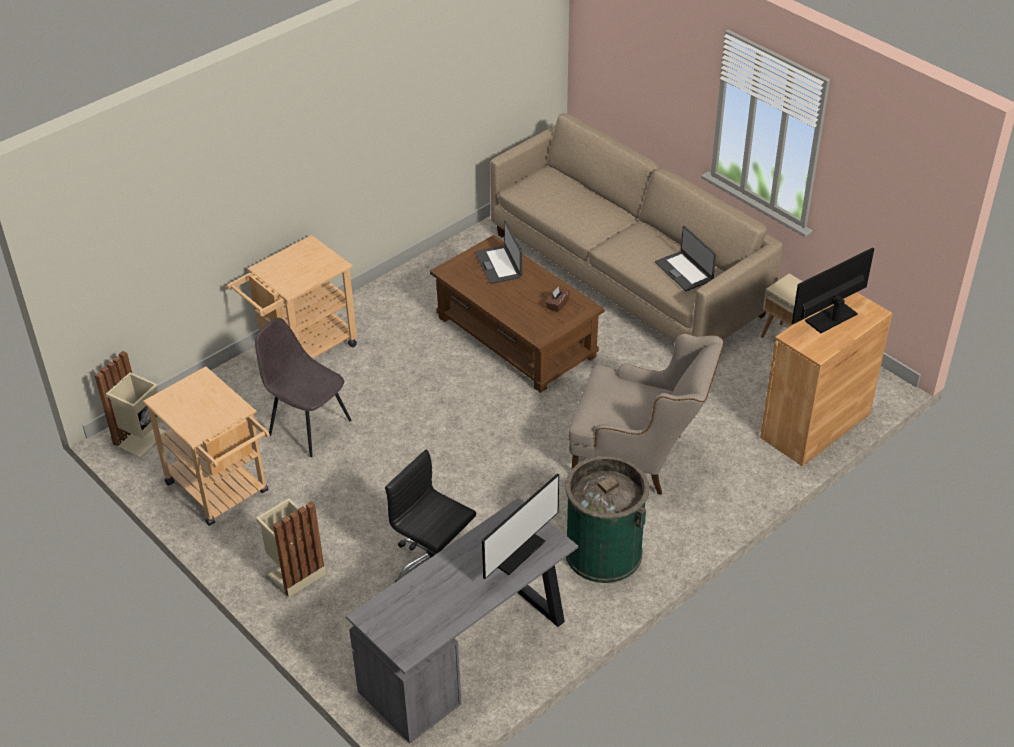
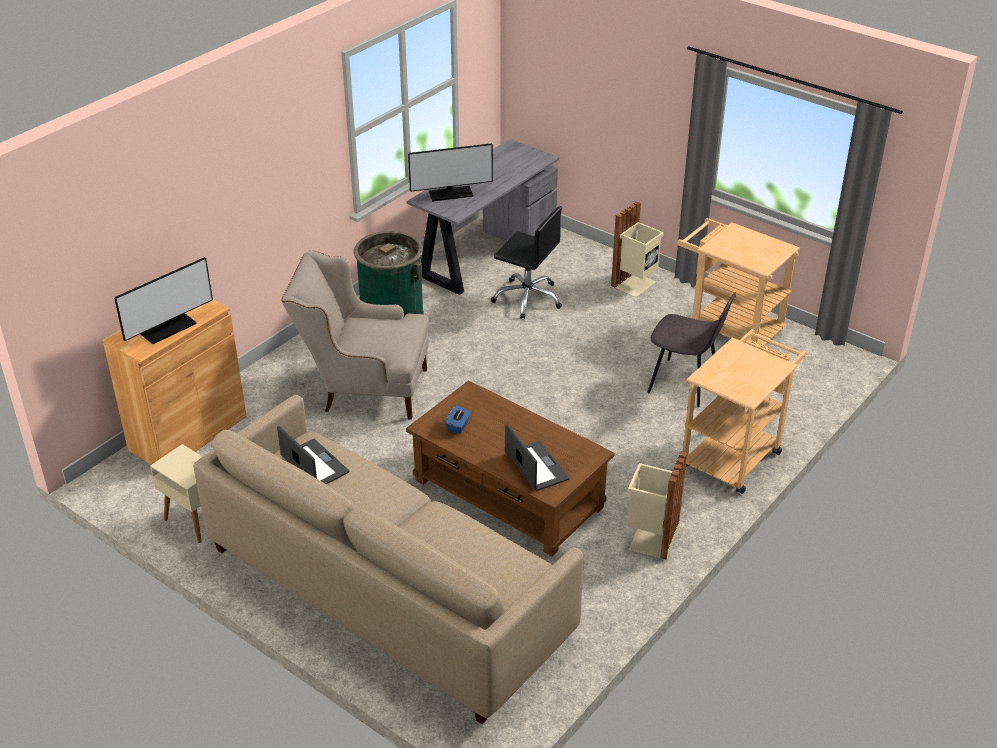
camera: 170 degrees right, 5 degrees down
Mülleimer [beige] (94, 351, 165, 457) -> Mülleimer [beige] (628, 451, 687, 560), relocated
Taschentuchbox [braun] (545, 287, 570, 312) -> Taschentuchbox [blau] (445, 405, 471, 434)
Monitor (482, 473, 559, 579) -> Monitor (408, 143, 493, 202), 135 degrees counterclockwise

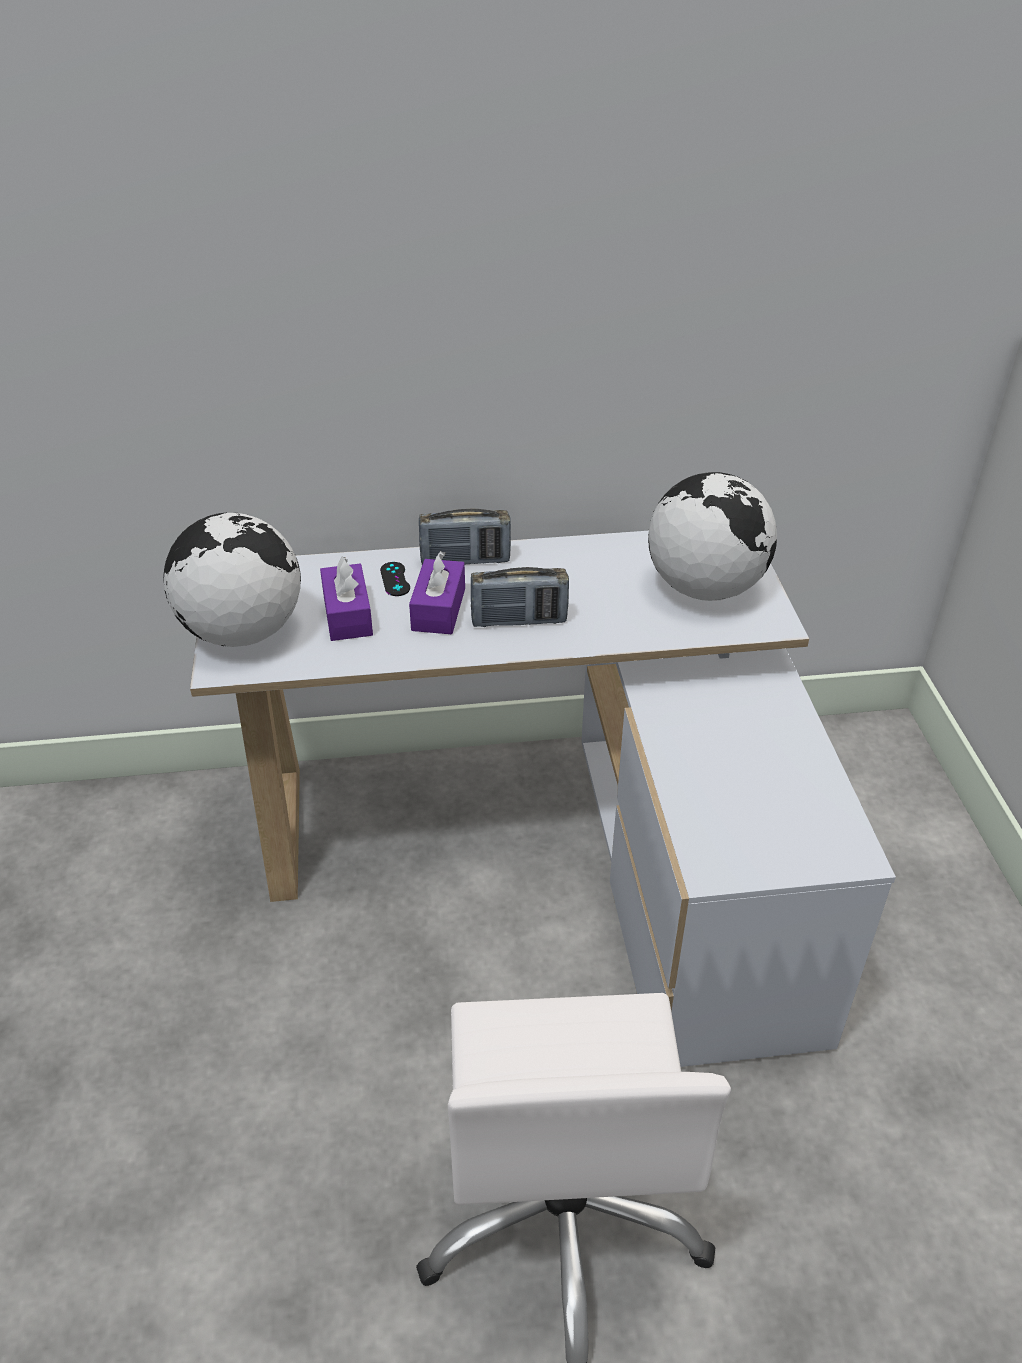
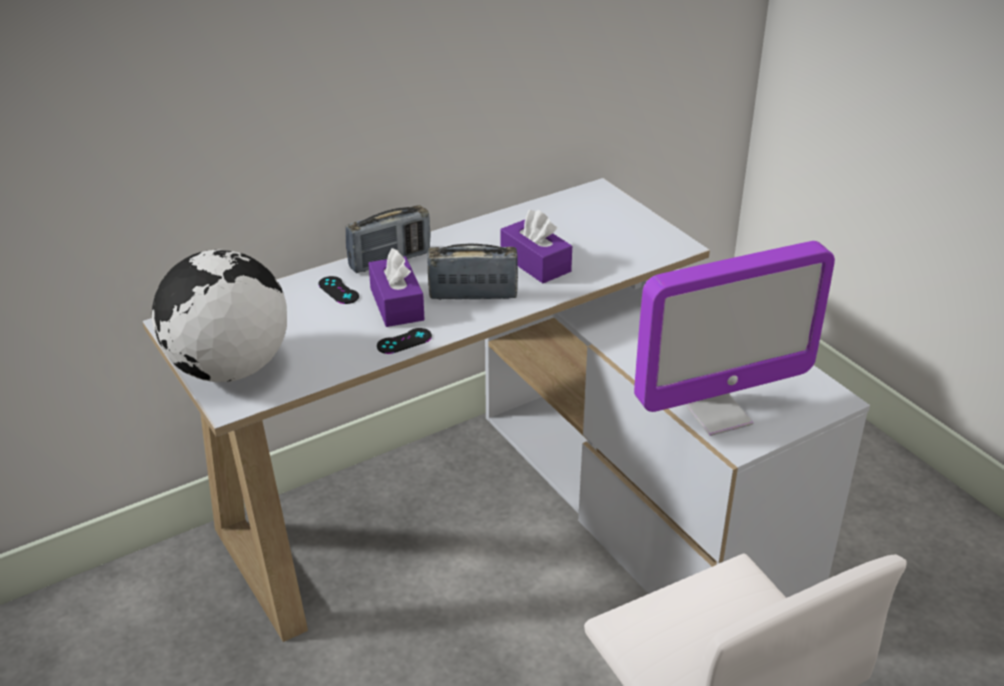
camera: 25 degrees left, 5 degrees down
Globus (648, 472, 777, 601) -> none
none -> Gamepad [schwarz] (377, 328, 432, 354)
none -> Monitor (634, 241, 835, 436)
Taschentuchbox [lila] (320, 557, 373, 641) -> Taschentuchbox [lila] (500, 210, 572, 283), relocated
Radio (471, 567, 569, 627) -> Radio (427, 243, 518, 300), 150 degrees counterclockwise

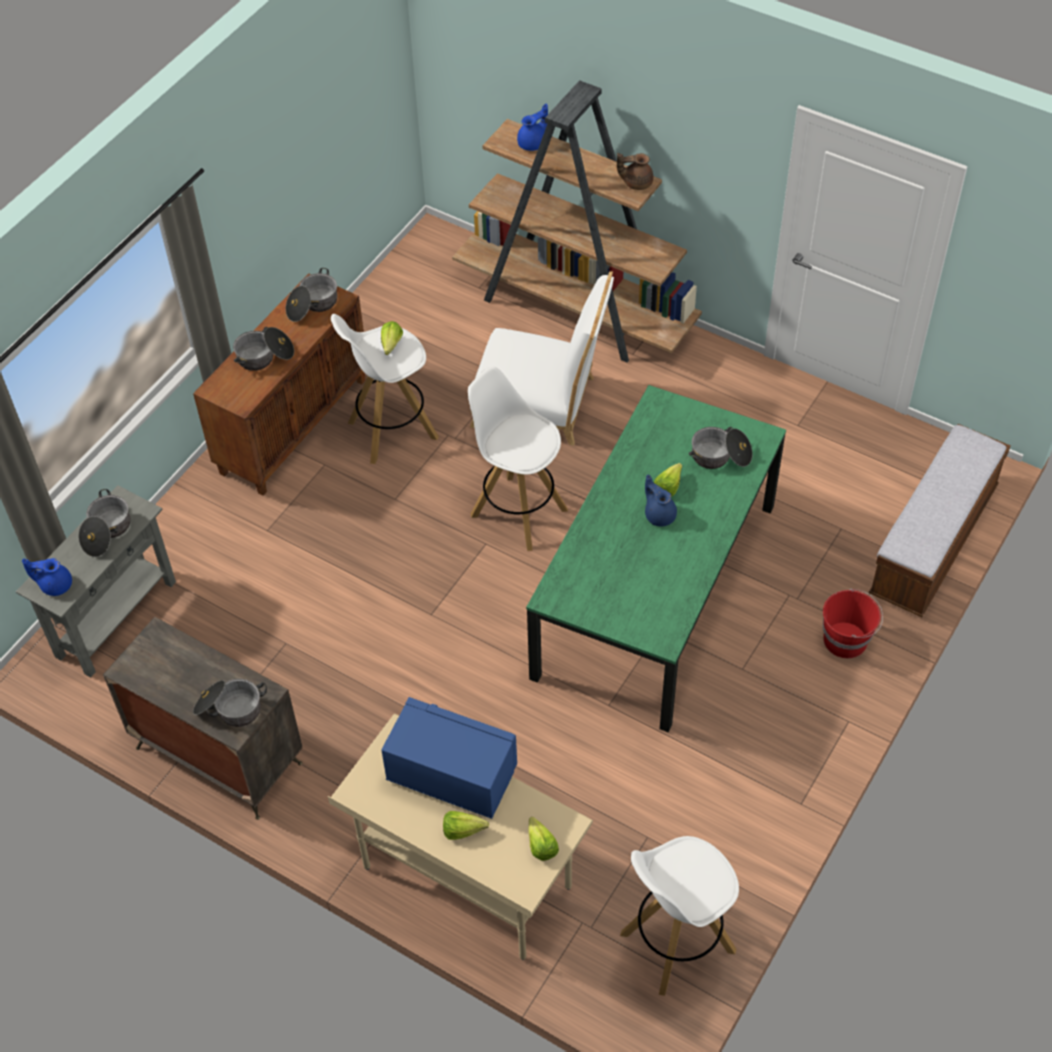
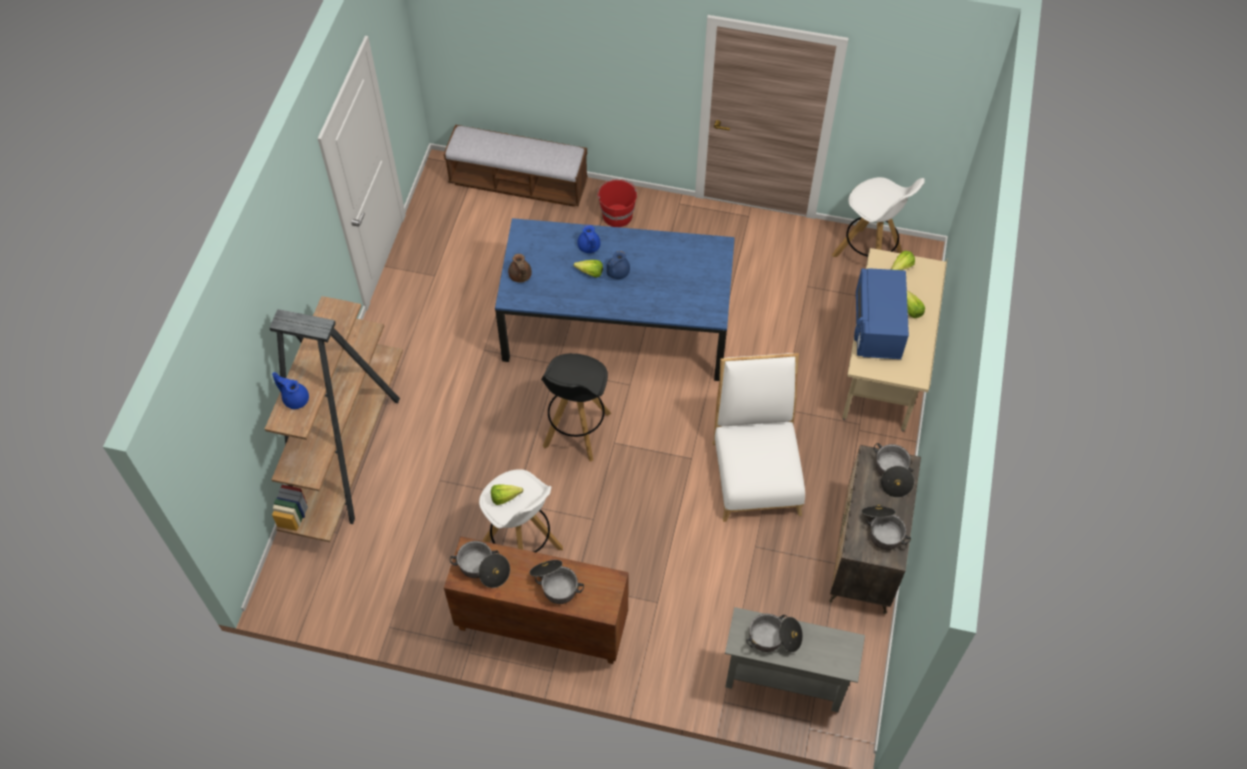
camera: 110 degrees left, 5 degrees up
Teekanne [blau] (22, 558, 72, 596) -> Teekanne [blau] (577, 225, 600, 253), relocated
Stuhl [weiß] (470, 271, 614, 446) -> Stuhl [weiß] (712, 353, 805, 522), relocated
Teekanne [braun] (617, 153, 653, 190) -> Teekanne [braun] (508, 254, 532, 283), relocated
Kochtopf (689, 427, 752, 469) -> Kochtopf (862, 505, 911, 550), relocated
Hocker [weiß] (468, 367, 568, 551) -> Hocker [schwarz] (541, 353, 611, 462)
Esstisch [grün] (526, 385, 786, 733) -> Esstisch [blau] (495, 218, 735, 381)

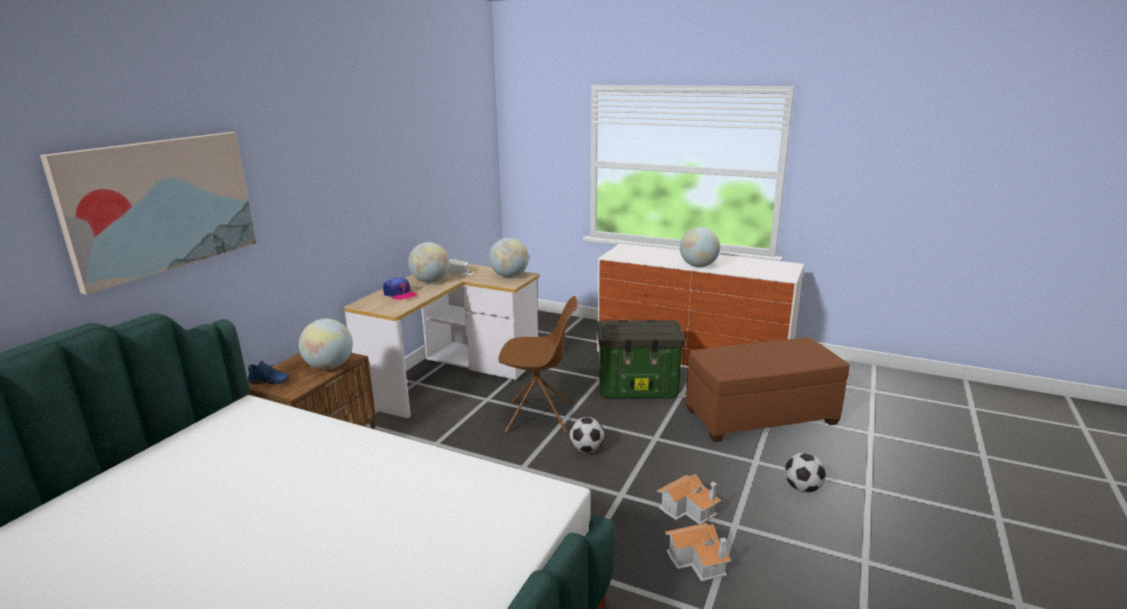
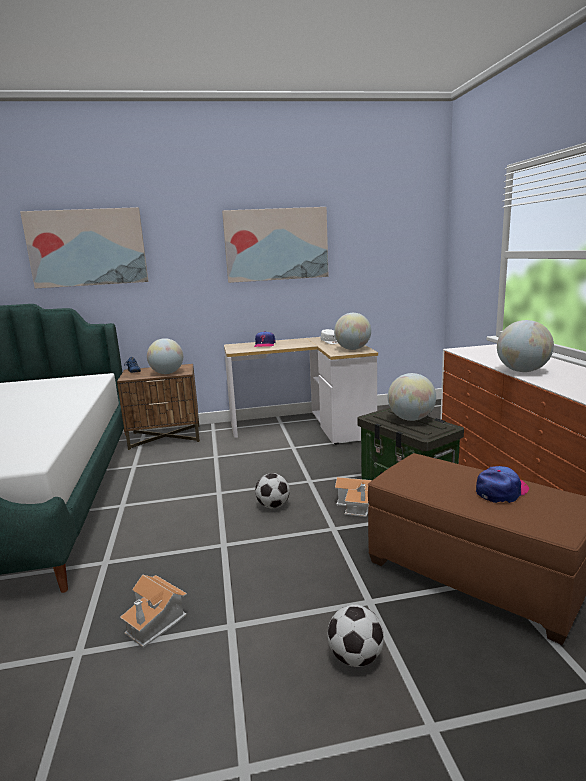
camera: 55 degrees right, 5 degrees down
Stuhl [braun] (499, 296, 578, 433) -> none
none -> Bild (222, 207, 329, 283)
none -> Kappe (476, 466, 529, 503)
Globus (408, 242, 449, 283) -> Globus (388, 373, 436, 421), relocated
Spielzeughaus (657, 474, 721, 524) -> Spielzeughaus (335, 477, 372, 517), relocated

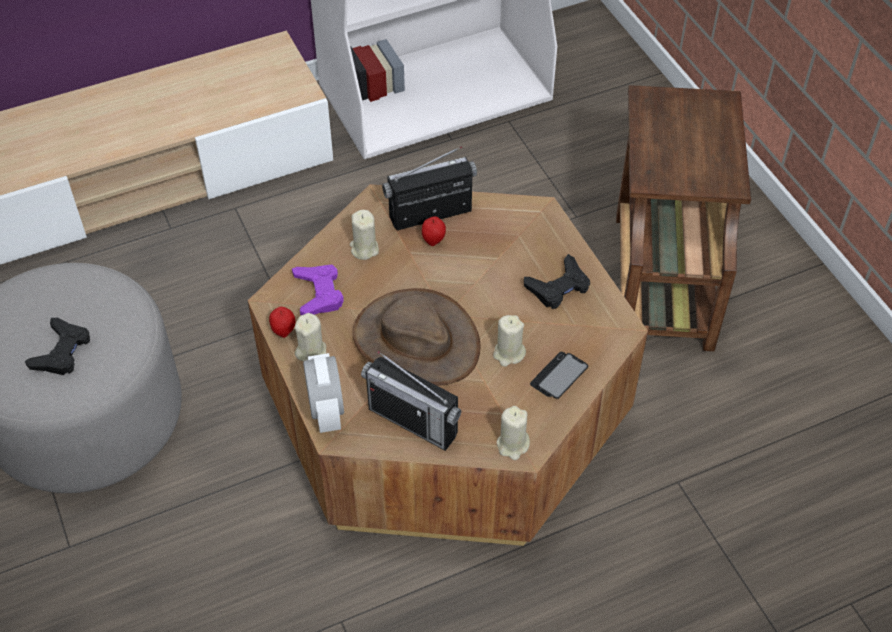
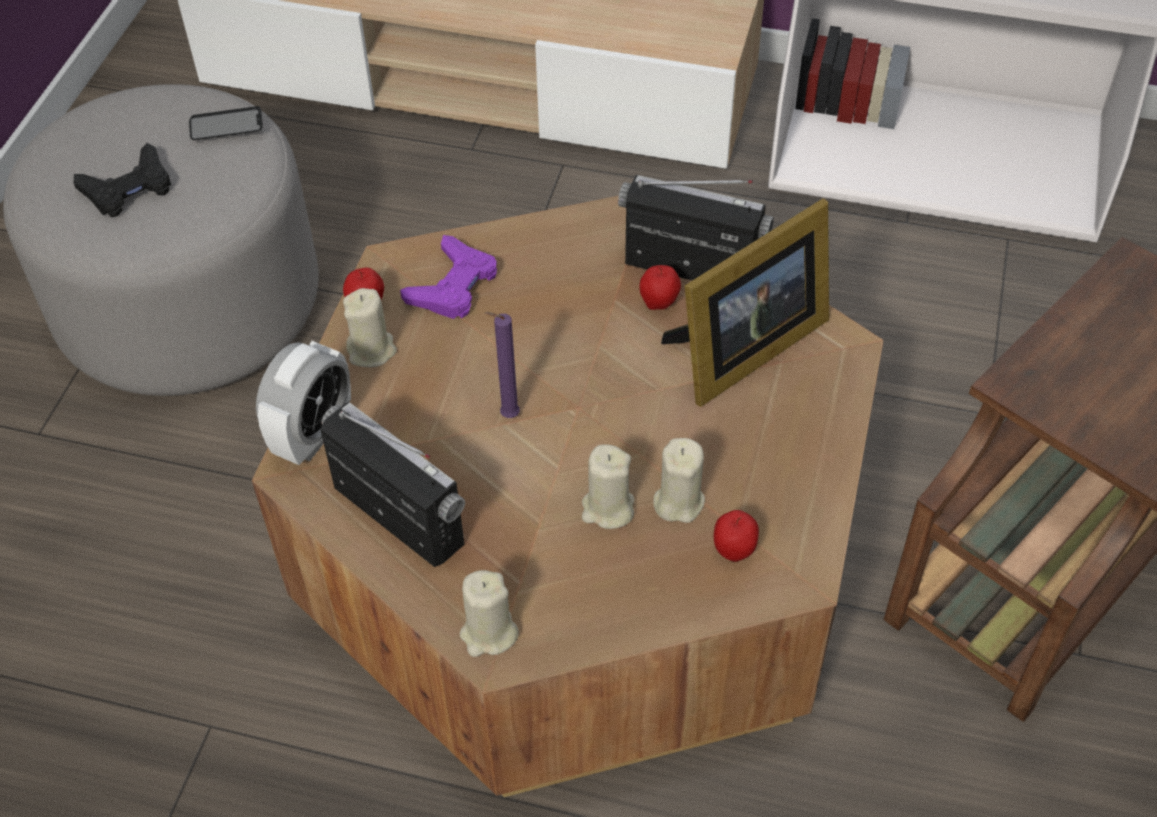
camera: 40 degrees right, 0 degrees up
Gamepad [schwarz] (524, 254, 590, 309) -> none
none -> Bilderrahmen (661, 198, 829, 407)
none -> Apfel (714, 510, 759, 562)
Kerze [beige] (350, 210, 379, 260) -> Kerze [beige] (653, 438, 705, 523), relocated
Handy (530, 352, 589, 399) -> Handy (189, 106, 263, 140), relocated
Hut [braun] (353, 288, 480, 386) -> Kerze [lila] (485, 312, 520, 418)
Radio (361, 351, 461, 451) -> Radio (320, 401, 465, 567), 150 degrees clockwise

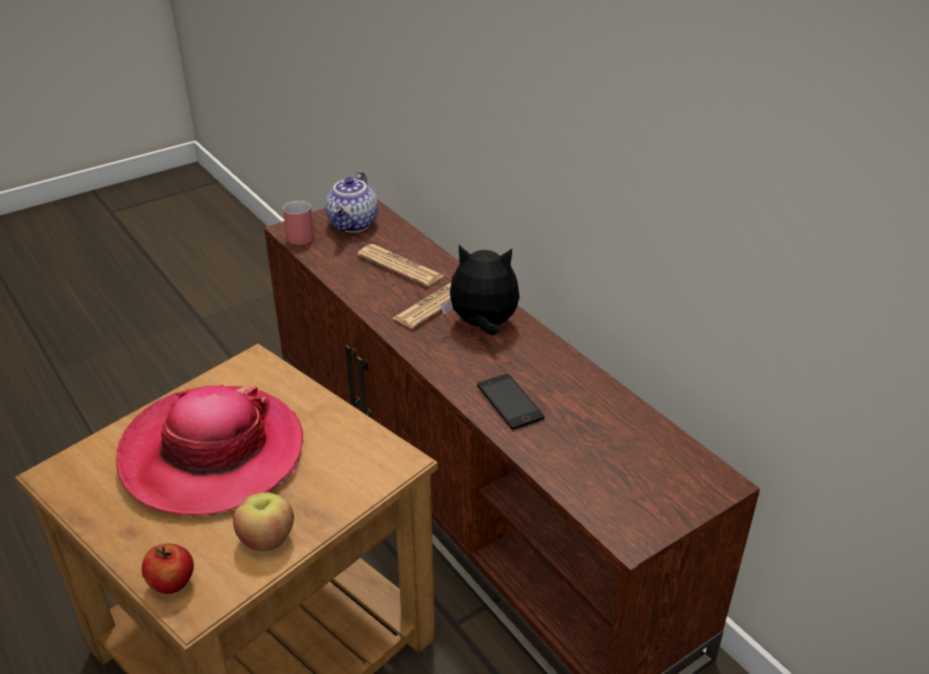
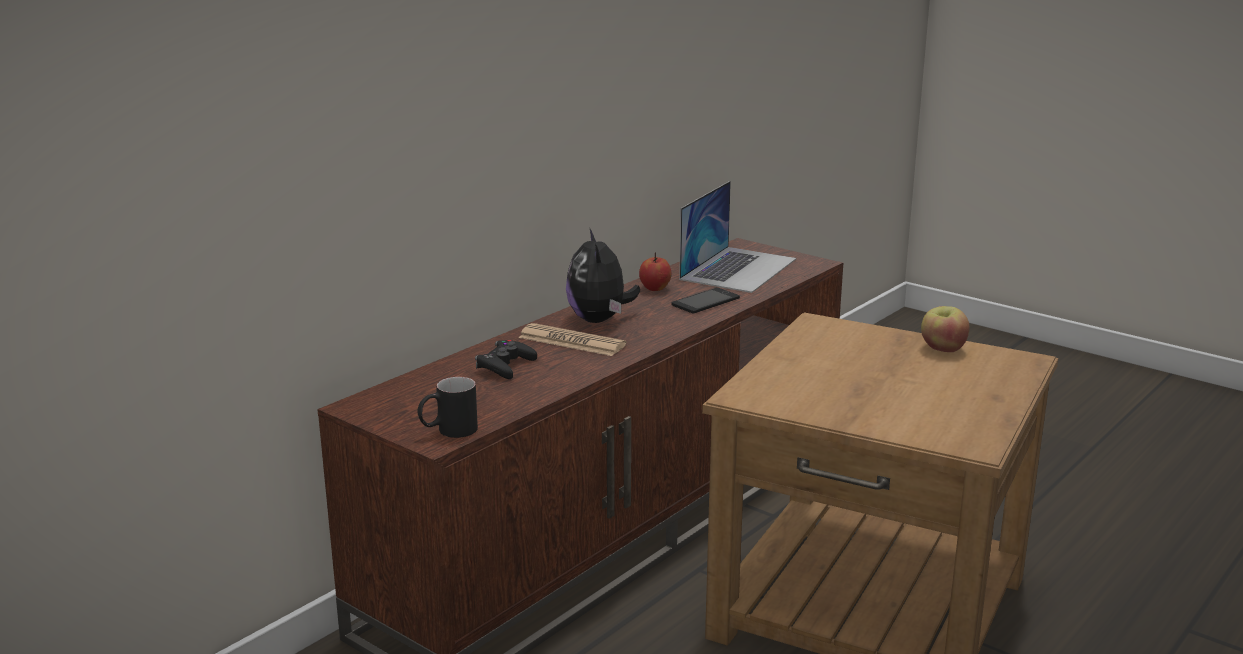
camera: 105 degrees left, 15 degrees down
Hut (116, 385, 303, 516) -> none
Teekanne (325, 171, 378, 233) -> none
none -> Laptop (679, 181, 796, 293)
Apfel (142, 543, 194, 594) -> Apfel (639, 252, 672, 291), relocated
Zeitung (358, 244, 444, 286) -> Gamepad [schwarz] (475, 340, 537, 379)
Henkelbecher [rot] (283, 201, 314, 245) -> Henkelbecher [schwarz] (417, 377, 478, 438)

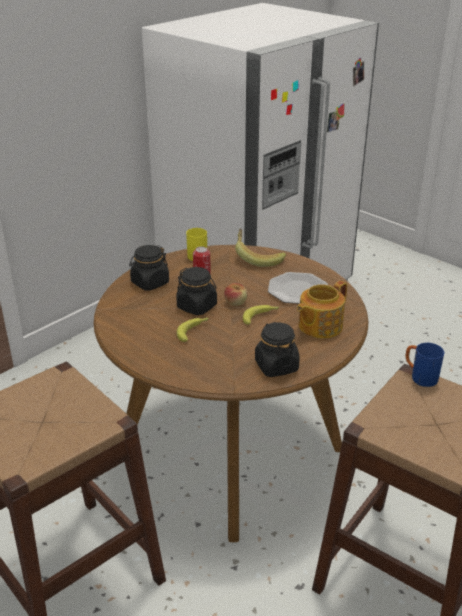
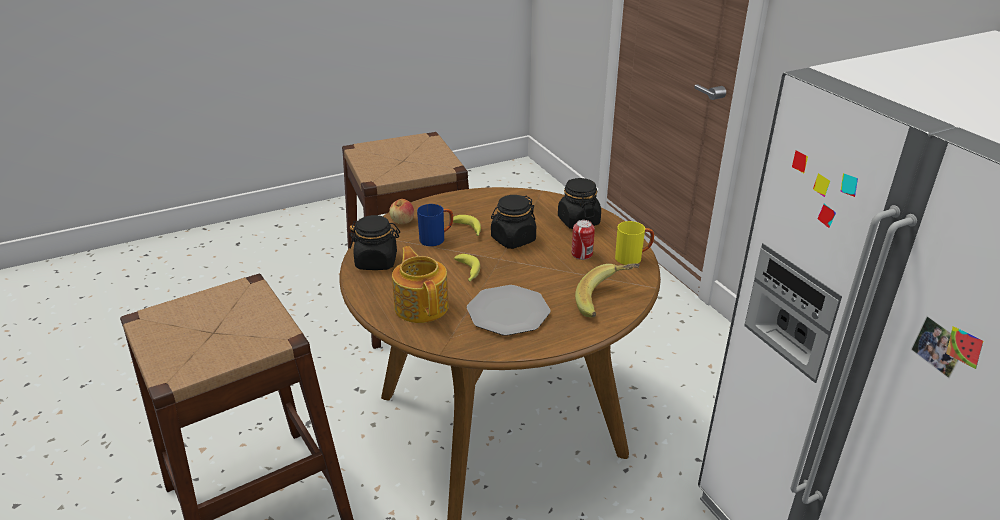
camera: 110 degrees right, 0 degrees up
Apfel (224, 283, 247, 306) -> Apfel (389, 199, 414, 224), relocated
Henkelbecher [blau] (406, 343, 444, 387) -> Henkelbecher [blau] (417, 204, 453, 246), relocated

